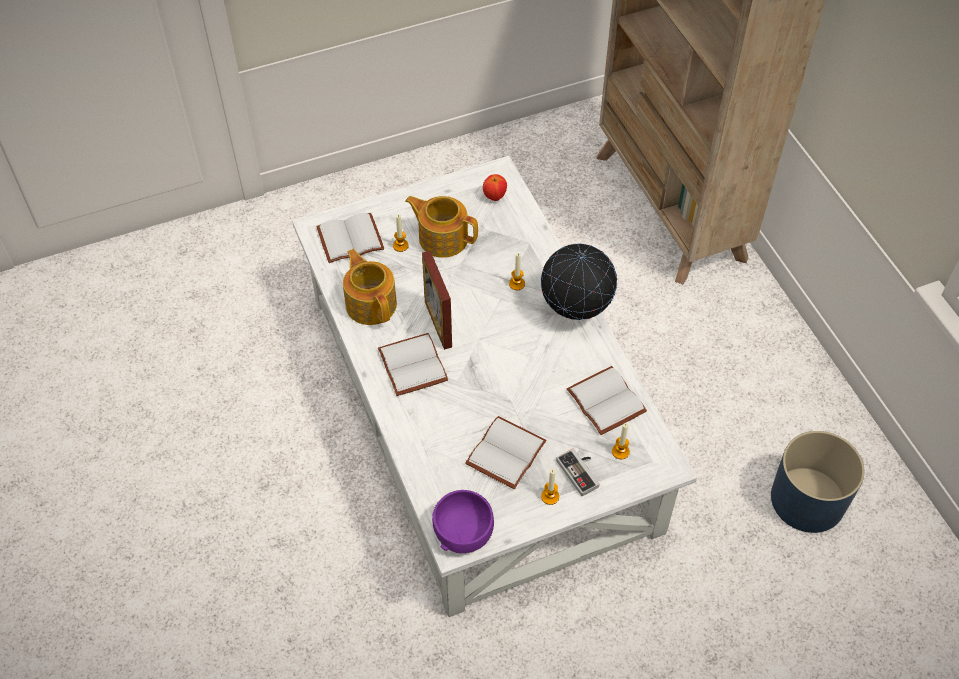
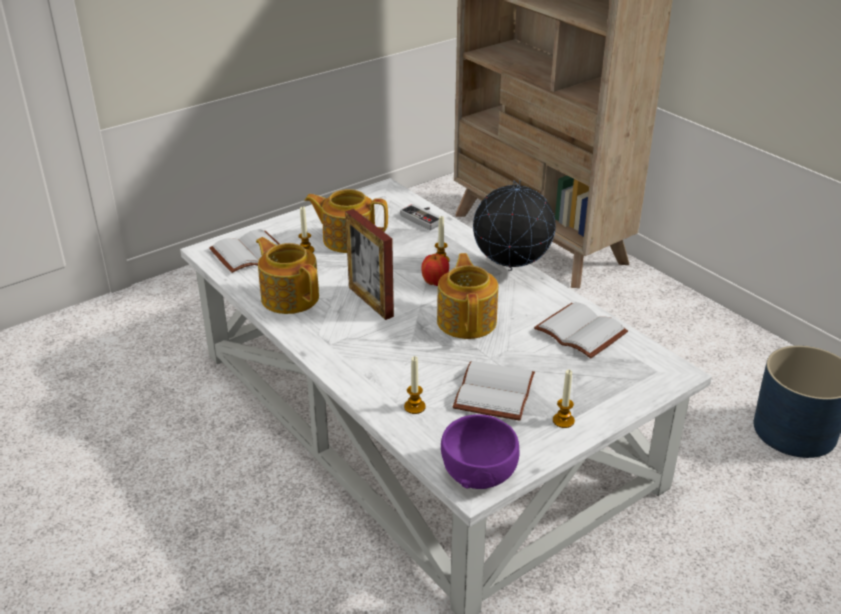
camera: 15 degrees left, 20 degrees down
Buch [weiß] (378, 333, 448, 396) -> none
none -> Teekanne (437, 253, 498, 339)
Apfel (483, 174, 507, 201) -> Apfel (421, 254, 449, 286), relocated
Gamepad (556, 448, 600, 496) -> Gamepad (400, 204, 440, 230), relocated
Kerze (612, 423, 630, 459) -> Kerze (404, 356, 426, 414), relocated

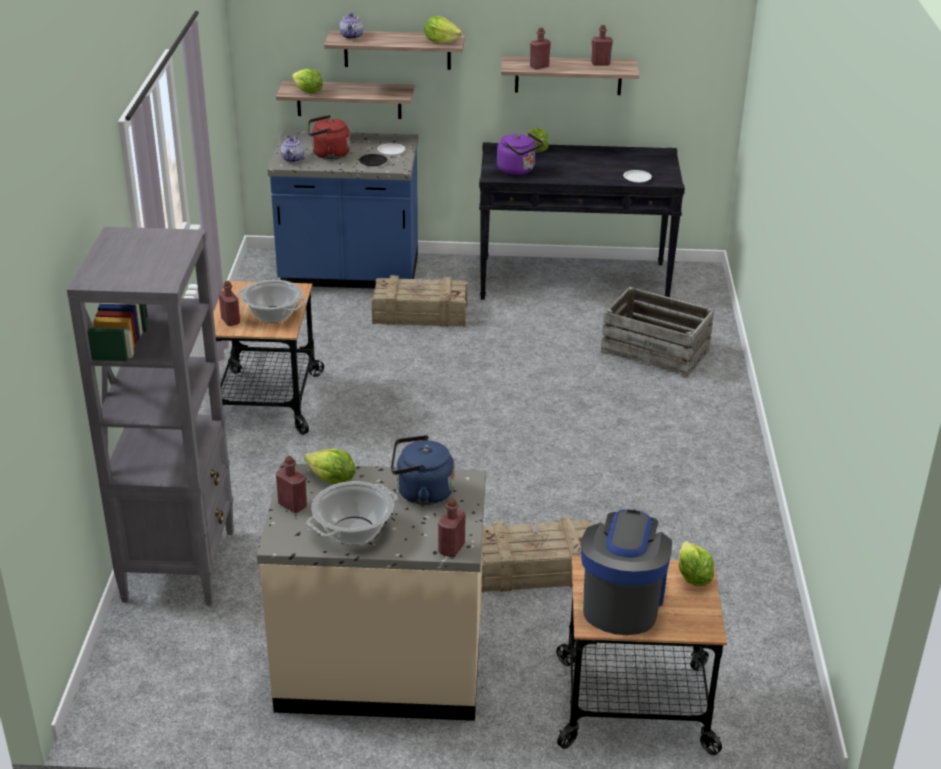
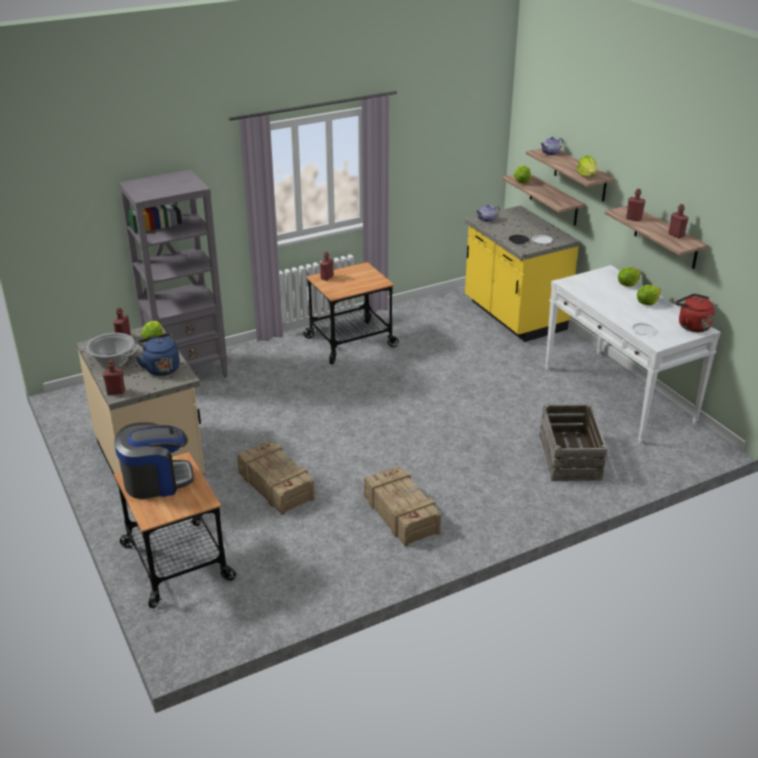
camera: 60 degrees right, 0 degrees up
Kochtopf (238, 280, 307, 323) -> none
Wasserkessel [lila] (497, 133, 544, 175) -> none
Wasserkessel [rot] (308, 115, 350, 159) -> Wasserkessel [rot] (675, 294, 715, 332), relocated
Kiste (372, 275, 468, 327) -> Kiste (364, 466, 441, 547), relocated
Salatkopf (678, 541, 714, 586) -> Salatkopf (637, 285, 661, 305), relocated
Küchenzeile [blau] (267, 130, 418, 289) -> Küchenzeile [gelb] (465, 205, 580, 342)
Konsolentisch [schwarz] (479, 142, 685, 300) -> Konsolentisch [weiß] (545, 265, 721, 444)

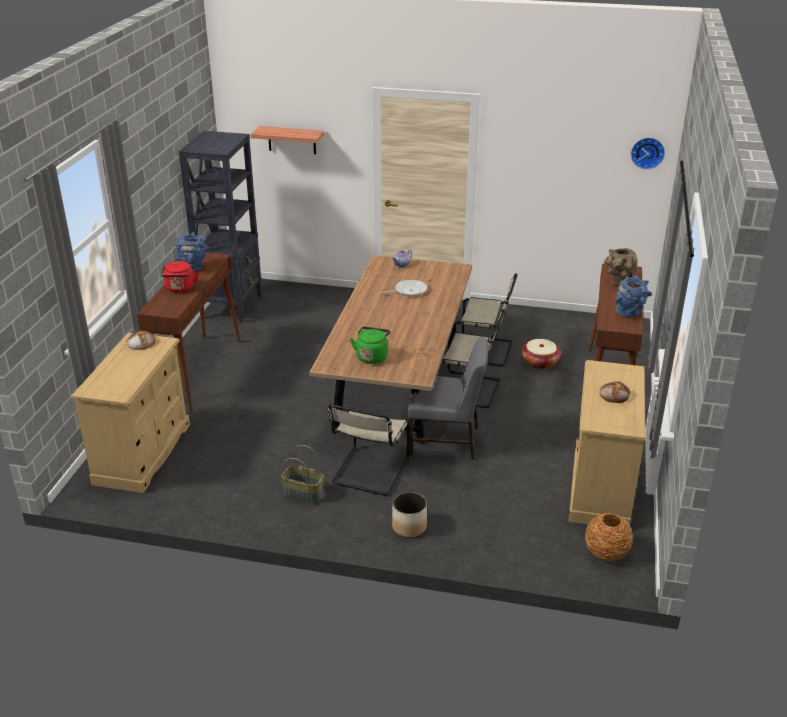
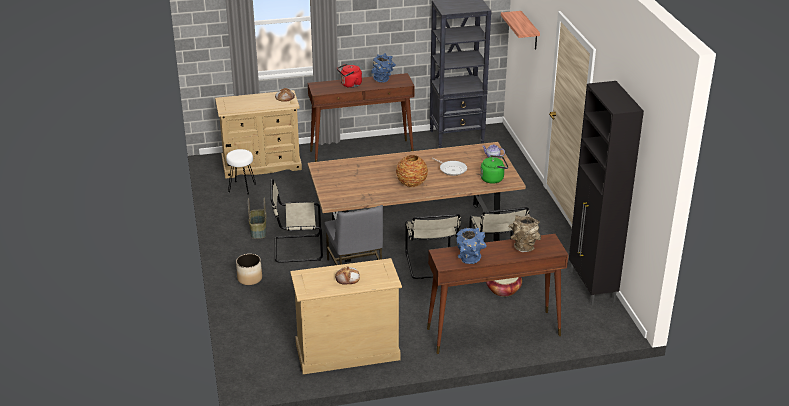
camera: 65 degrees right, 0 degrees up
Wanduhr (631, 137, 665, 170) -> none
none -> Hocker [weiß] (226, 149, 256, 195)
none -> Schrank [schwarz] (569, 81, 644, 306)
Wasserkessel [grün] (350, 327, 391, 364) -> Wasserkessel [grün] (480, 155, 508, 184), relocated
Vase (585, 513, 633, 561) -> Vase (396, 155, 428, 187), relocated

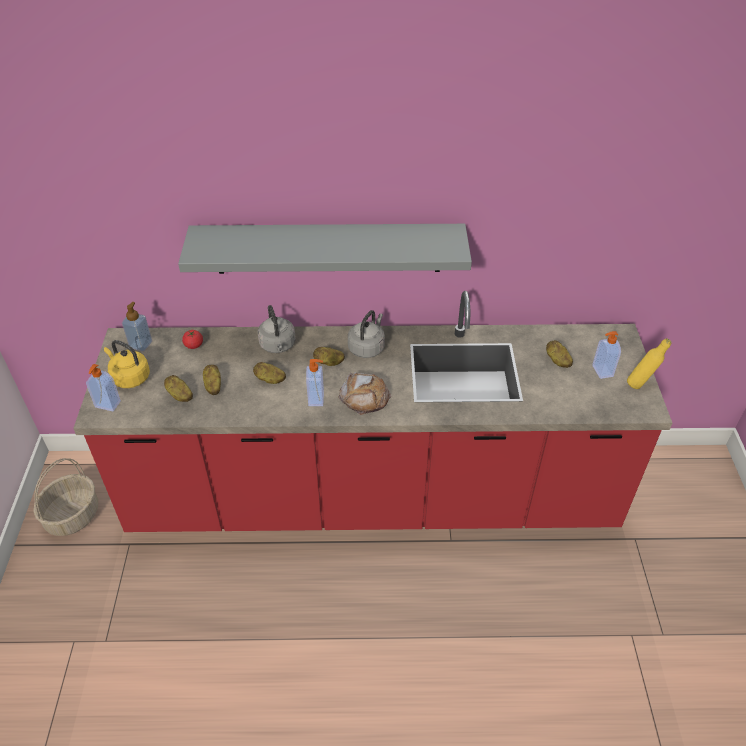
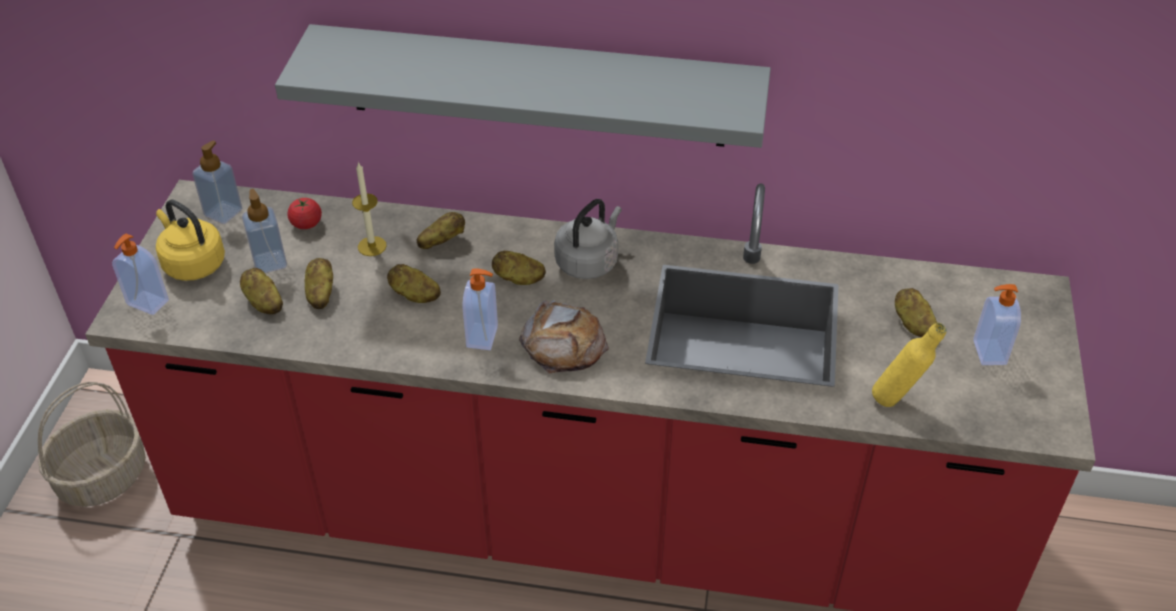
camera: 10 degrees right, 0 degrees up
none -> Seifenspender (242, 189, 287, 273)
none -> Kerze (352, 162, 387, 256)
Flasche [gelb] (627, 338, 672, 389) -> Flasche [gelb] (872, 323, 947, 407), relocated
Wasserkessel [grau] (258, 305, 296, 353) -> Kartoffel (417, 212, 465, 249)

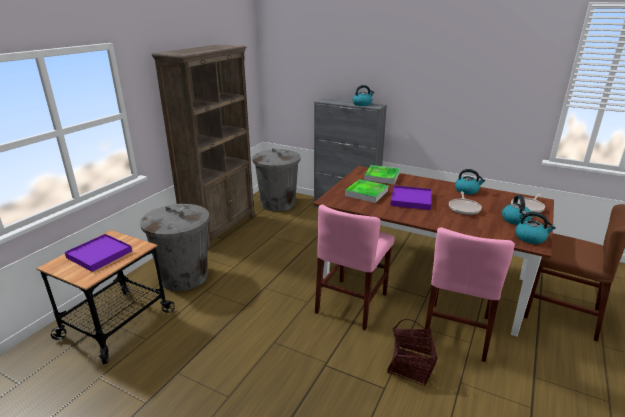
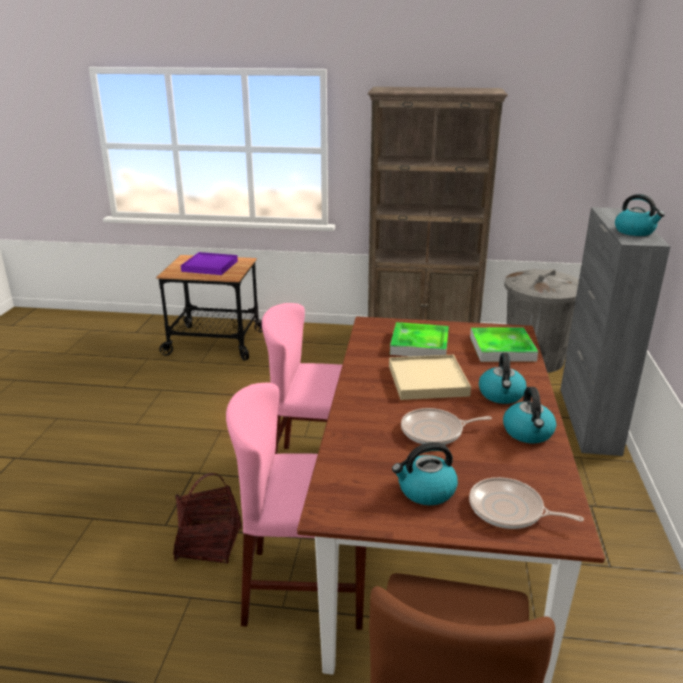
camera: 70 degrees right, 0 degrees up
Mülleimer [grau] (140, 204, 209, 291) -> none
Wasserkessel (515, 212, 556, 244) -> Wasserkessel (479, 353, 527, 404), relocated
Tablett [lila] (390, 186, 432, 210) -> Tablett [beige] (389, 355, 471, 400)

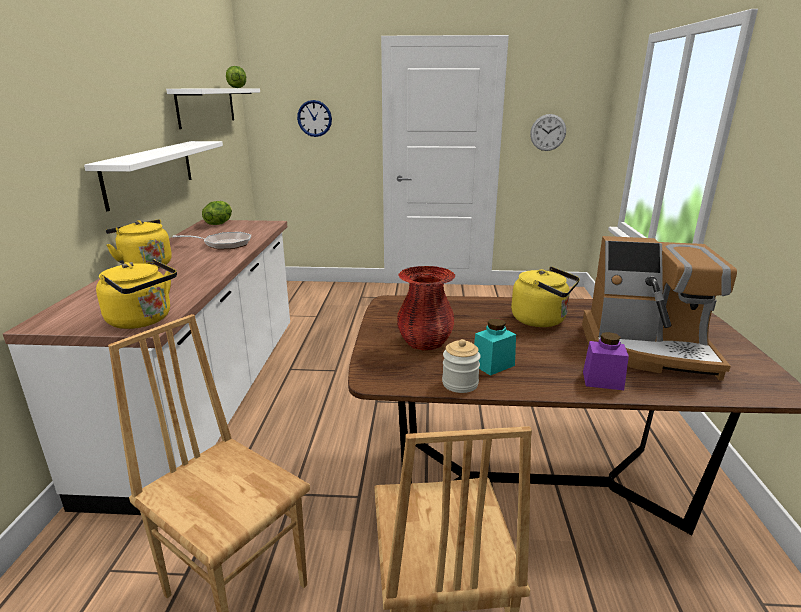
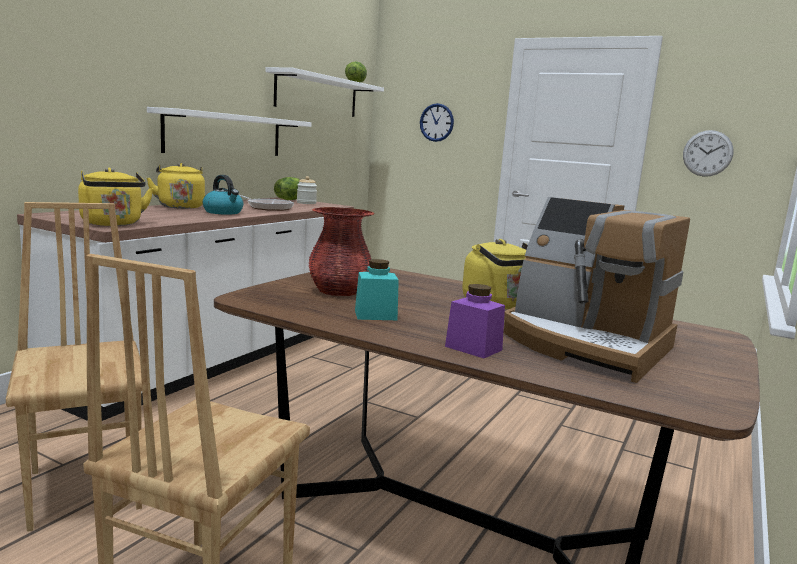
camera: 25 degrees right, 10 degrees down
none -> Wasserkessel (203, 175, 243, 215)
Vorratsglas (442, 339, 481, 393) -> Vorratsglas (297, 176, 317, 204), relocated

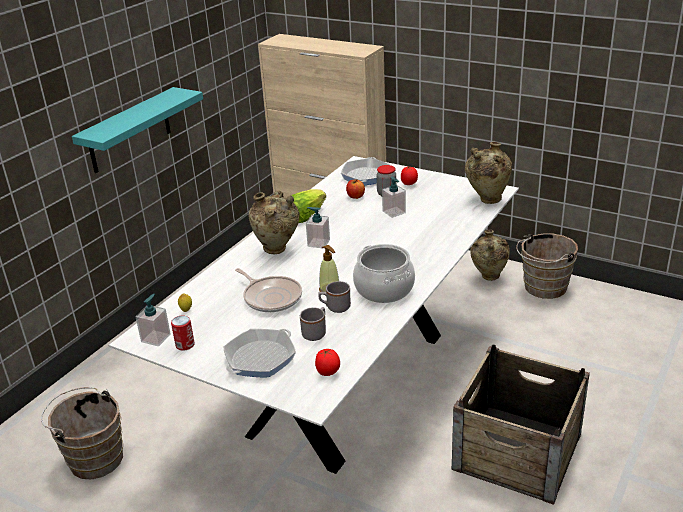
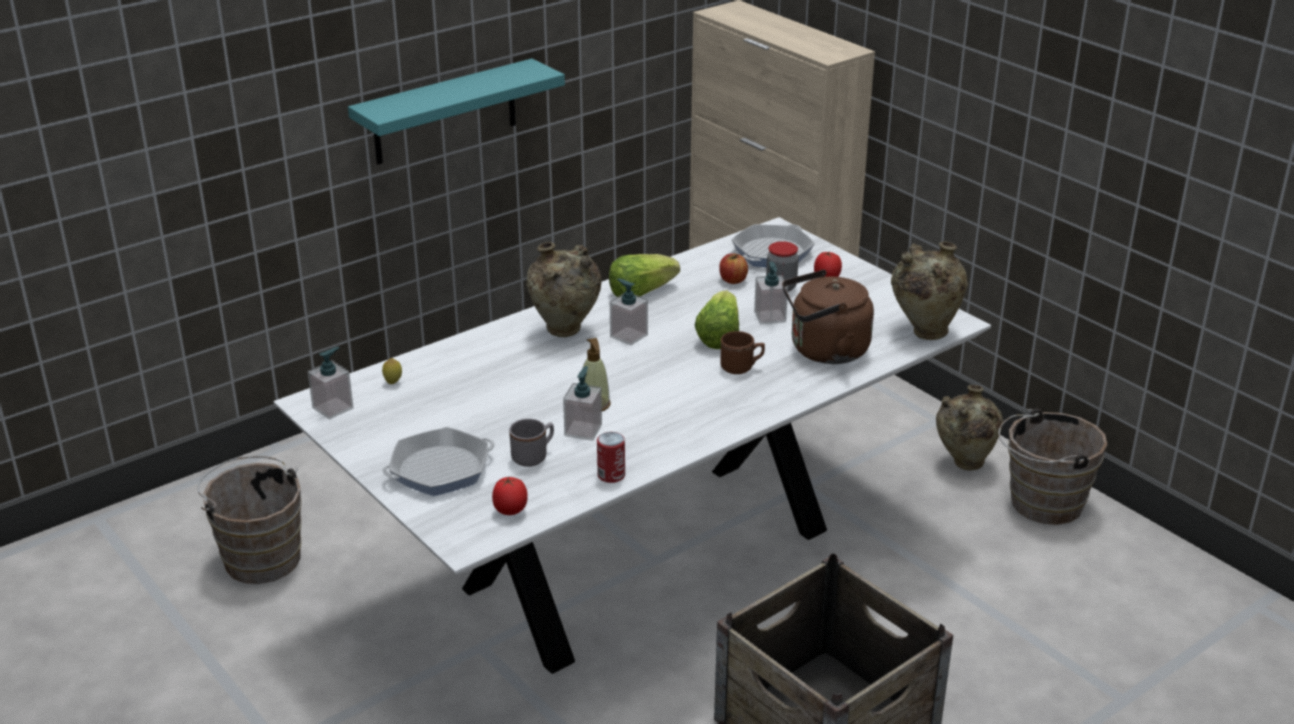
camera: 20 degrees right, 0 degrees up
Pfanne (235, 268, 302, 312) -> none
Kochtopf (353, 244, 415, 303) -> none
none -> Salatkopf (695, 290, 739, 349)
none -> Henkelbecher [braun] (720, 331, 765, 374)
none -> Wasserkessel [braun] (782, 270, 874, 364)
Dose (171, 316, 195, 351) -> Dose (597, 432, 625, 483), relocated
Henkelbecher [grau] (318, 281, 351, 313) -> Seifenspender (563, 366, 602, 441)

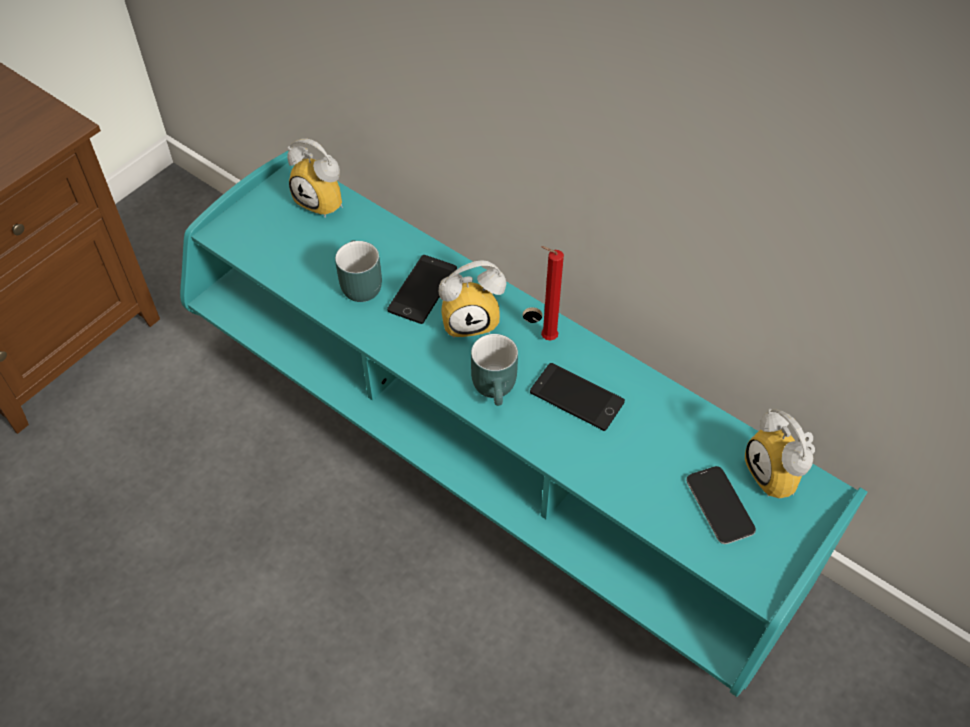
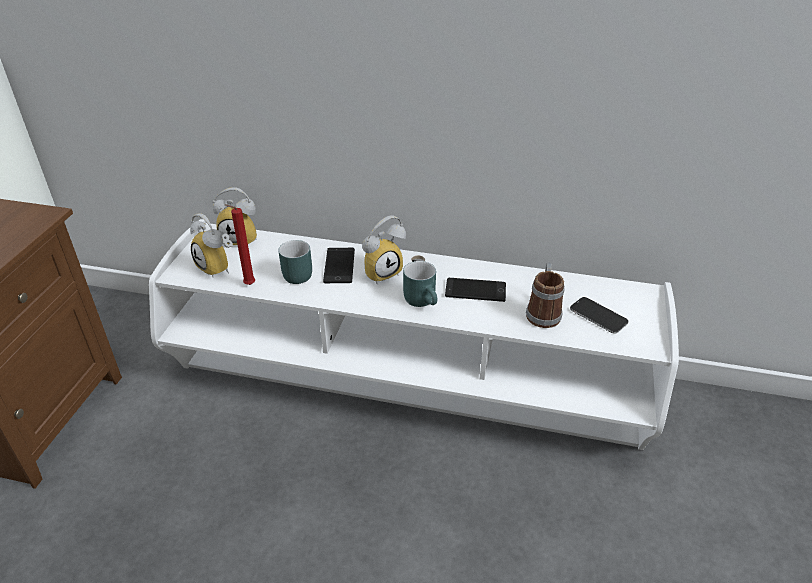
camera: 25 degrees left, 15 degrees down
none -> Henkelbecher (526, 263, 565, 328)
Kerze [rot] (541, 246, 564, 340) -> Kerze [rot] (225, 204, 255, 285), relocated
Wecker (745, 409, 815, 498) -> Wecker (190, 213, 233, 277), relocated
Fernsehschrank [türkis] (180, 150, 867, 697) -> Fernsehschrank [weiß] (149, 219, 679, 450)

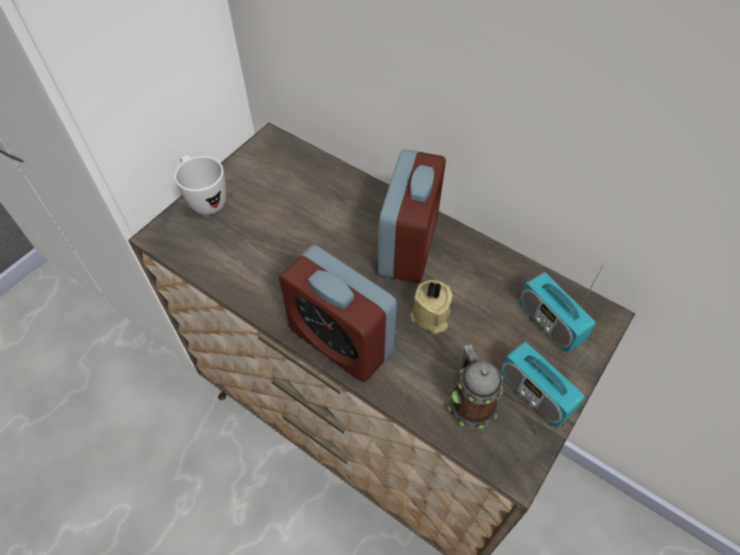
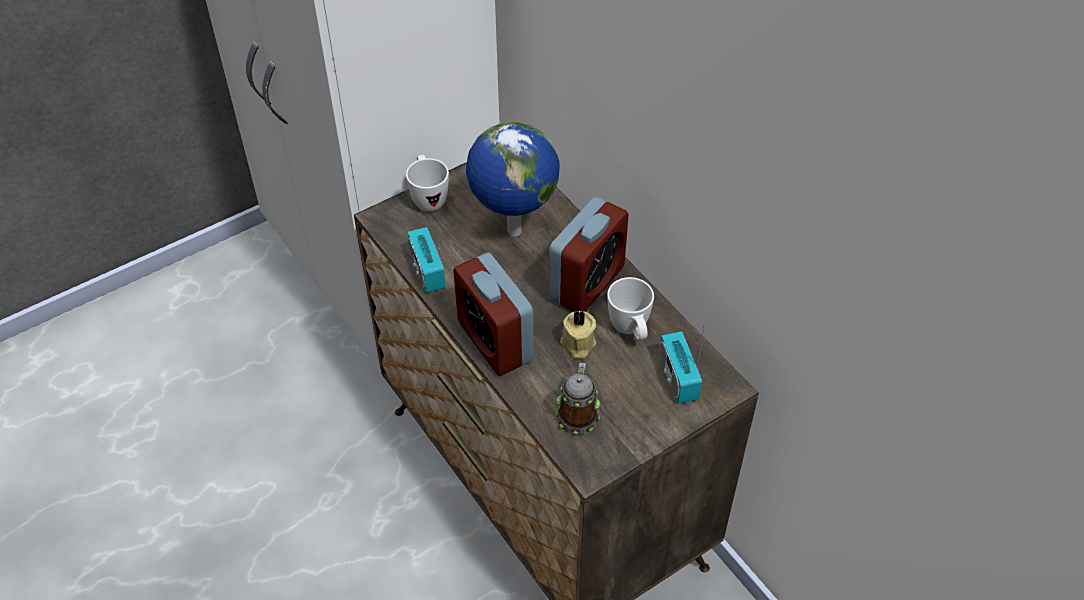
camera: 20 degrees right, 5 degrees down
none -> Globus (466, 122, 560, 236)
none -> Henkelbecher [weiß] (607, 277, 654, 340)
Radio (500, 342, 590, 428) -> Radio (408, 217, 446, 293), relocated

